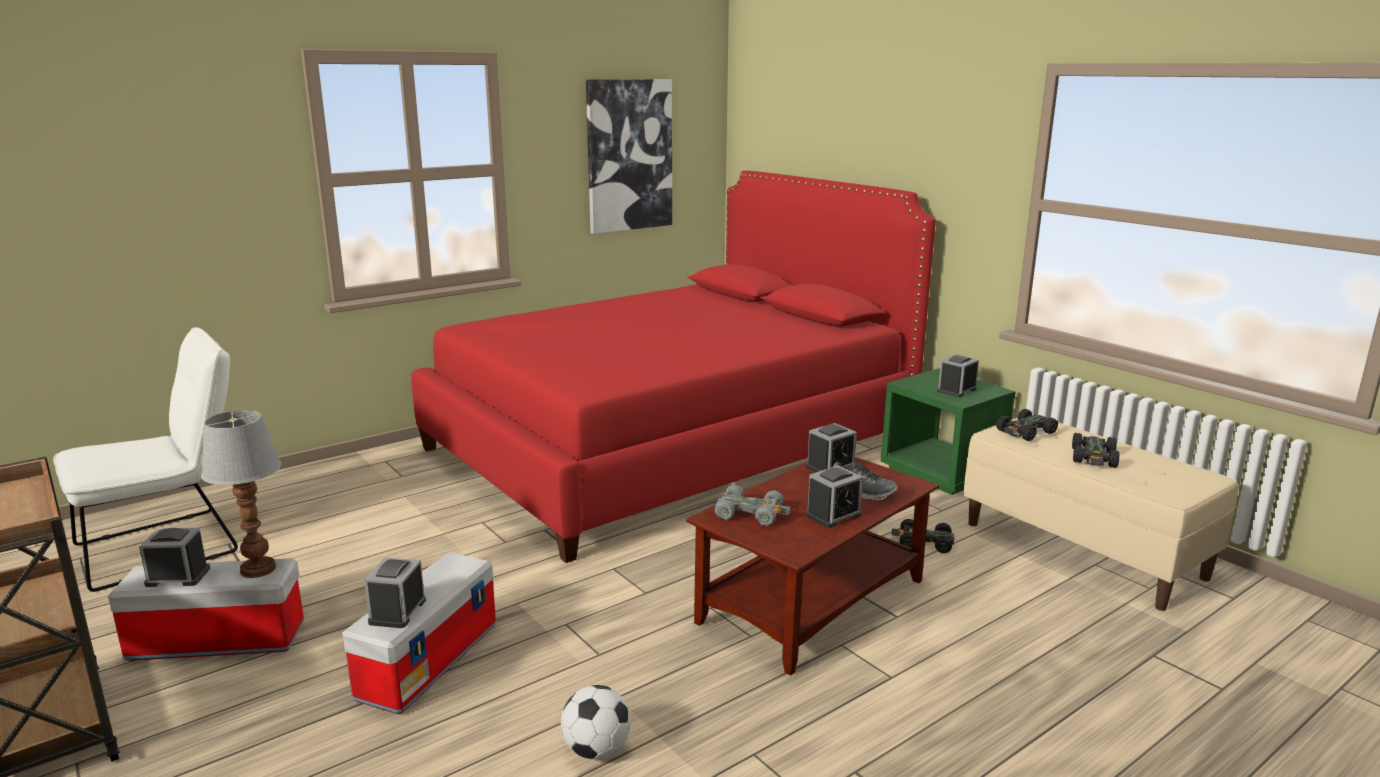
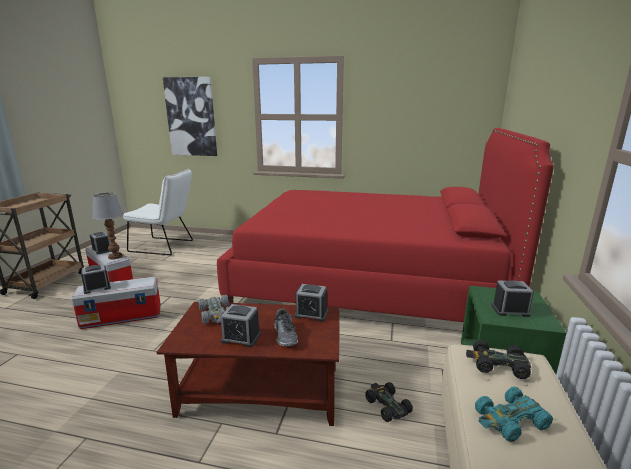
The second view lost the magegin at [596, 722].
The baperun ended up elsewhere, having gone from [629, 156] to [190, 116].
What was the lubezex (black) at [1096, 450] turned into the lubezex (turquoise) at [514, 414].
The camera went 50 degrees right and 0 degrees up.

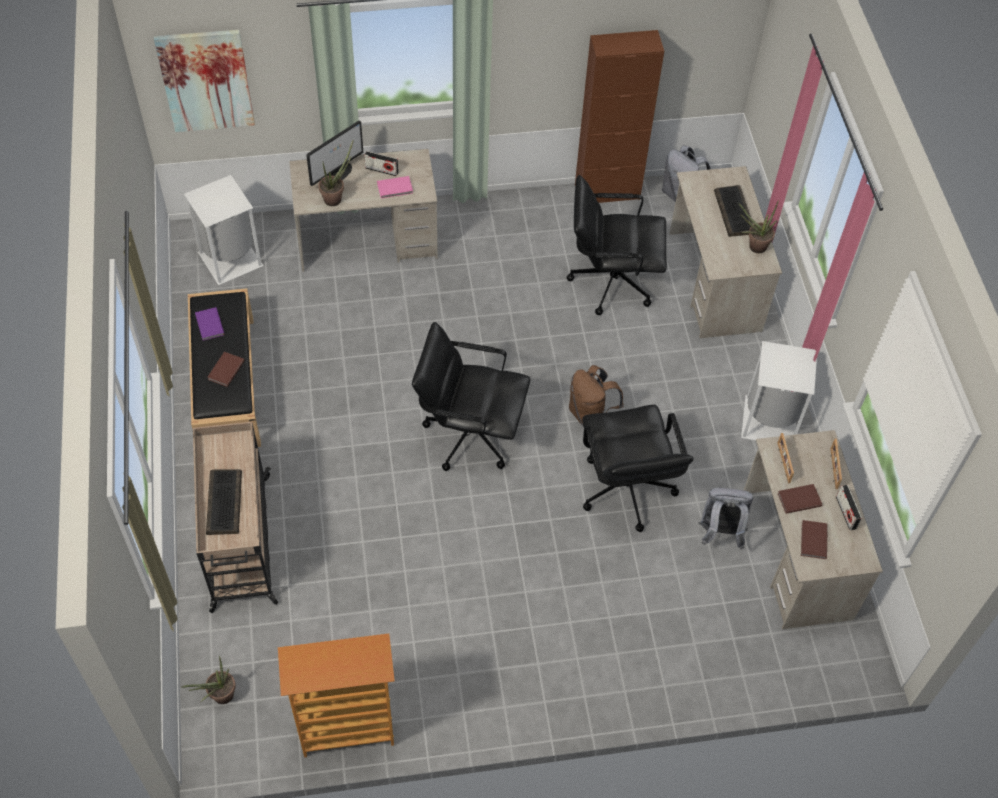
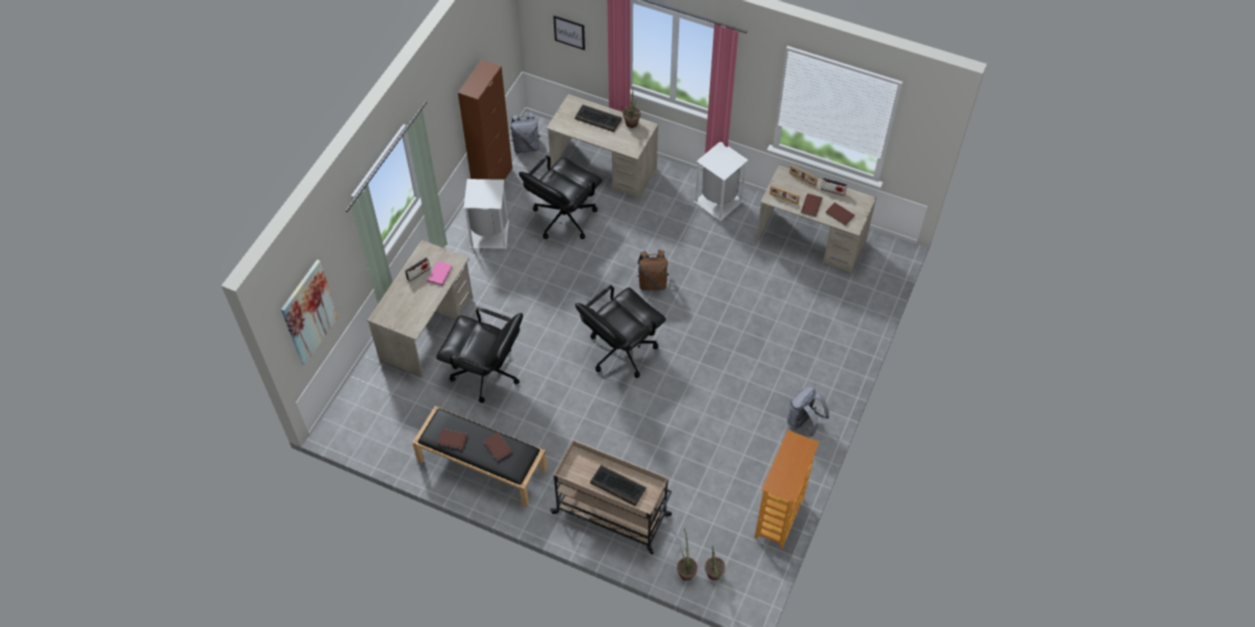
The second view lost the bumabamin at [334, 153].
The second view gained the baperun at [569, 33].
The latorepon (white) ended up elsewhere, having gone from [223, 230] to [486, 214].
The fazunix ended up elsewhere, having gone from [336, 172] to [687, 554].
The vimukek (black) ended up elsewhere, having gone from [638, 468] to [479, 355].
The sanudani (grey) ended up elsewhere, having gone from [725, 519] to [808, 411].
What was the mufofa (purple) at [210, 324] turned into the mufofa (brown) at [452, 439].
The camera went 55 degrees left and 0 degrees up.

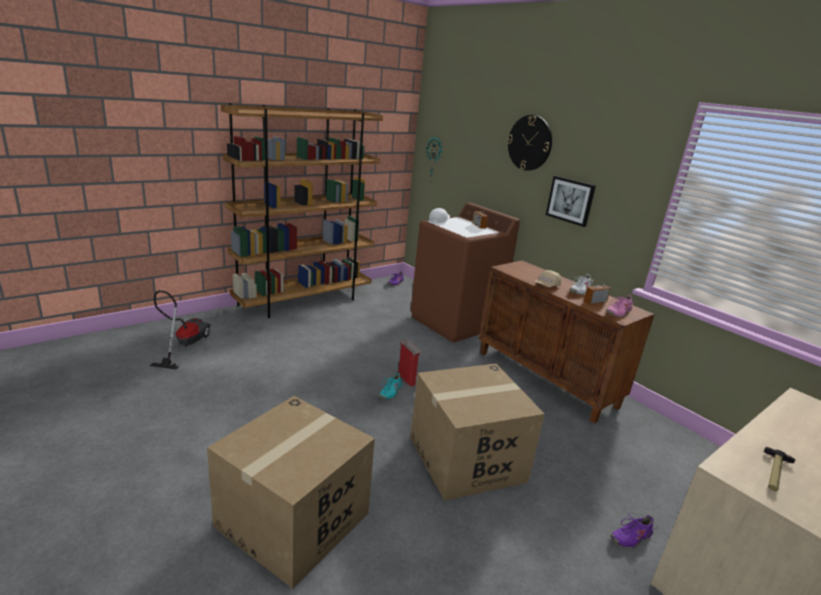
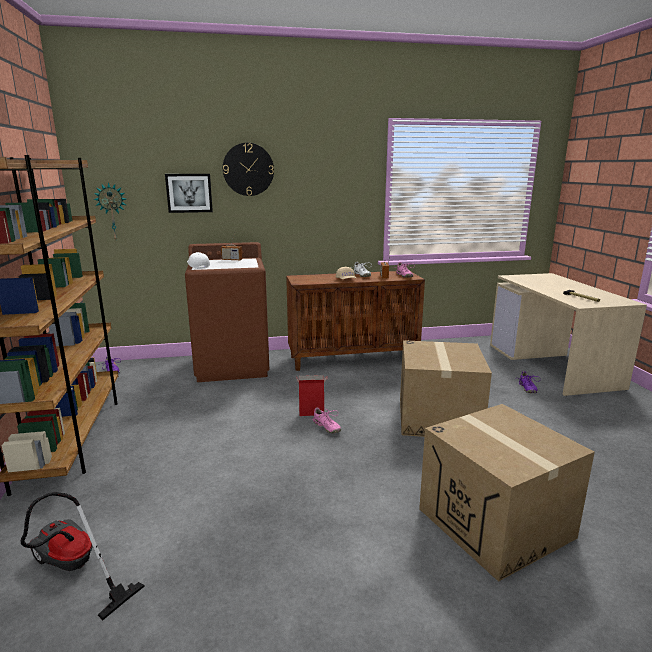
The baperun ended up elsewhere, having gone from [571, 201] to [189, 193].
What was the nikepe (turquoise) at [390, 386] turned into the nikepe (pink) at [326, 420].
The camera went 60 degrees left and 5 degrees down.

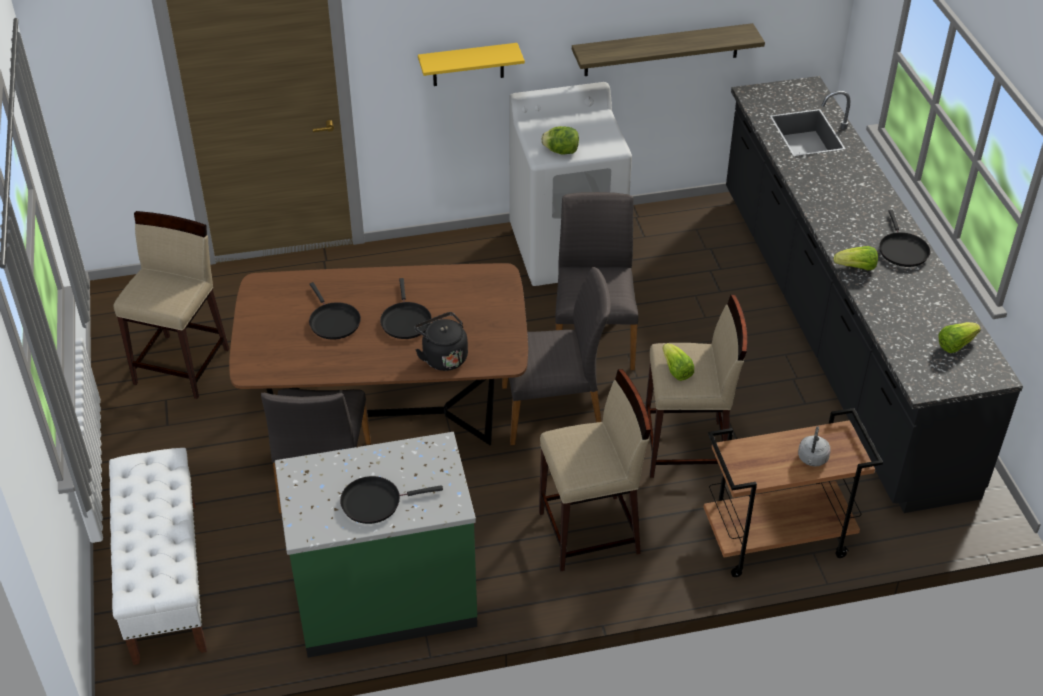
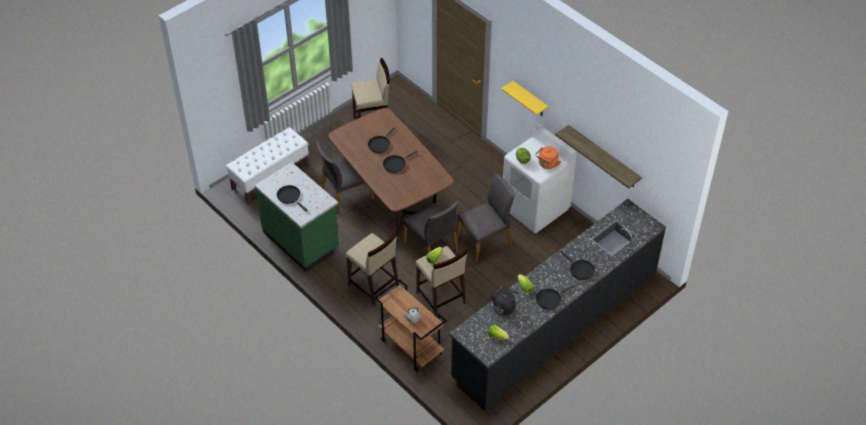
The second view gained the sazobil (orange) at [548, 157].
The second view gained the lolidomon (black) at [577, 265].
The sazobil (black) ended up elsewhere, having gone from [441, 341] to [504, 300].
The camera went 60 degrees right and 5 degrees up.

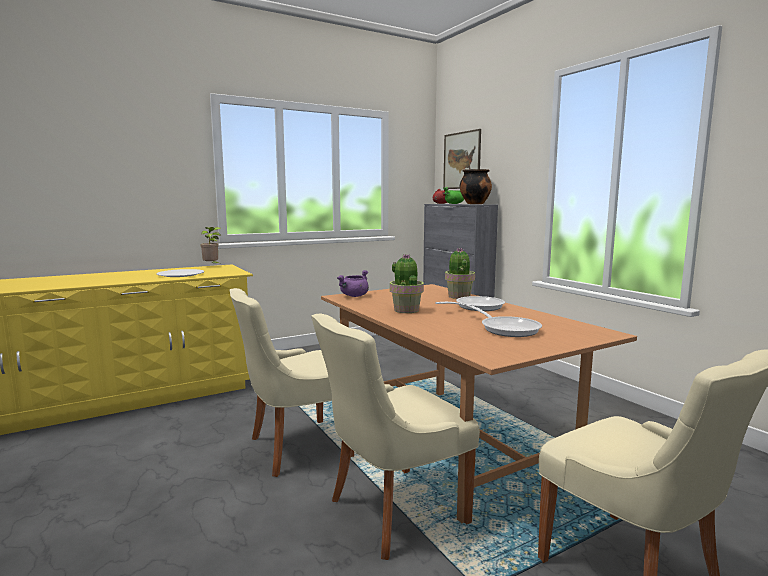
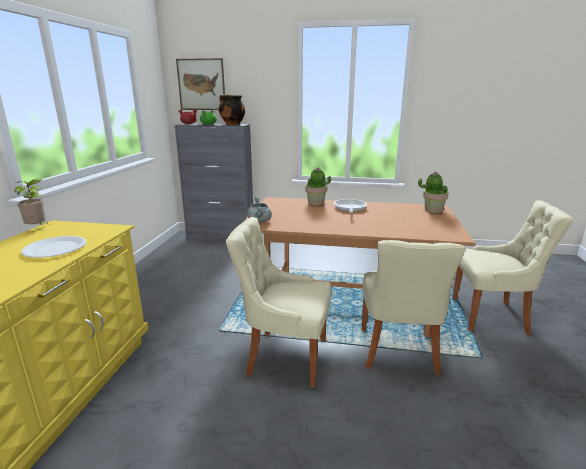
The second view lost the lolidomon at [504, 320].
The fazunix ended up elsewhere, having gone from [407, 284] to [433, 192].
What was the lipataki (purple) at [353, 283] turned into the lipataki (grey) at [259, 210].
The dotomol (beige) at [291, 382] ended up facing another way, 90 degrees clockwise from before.
The camera went 50 degrees left and 10 degrees up.

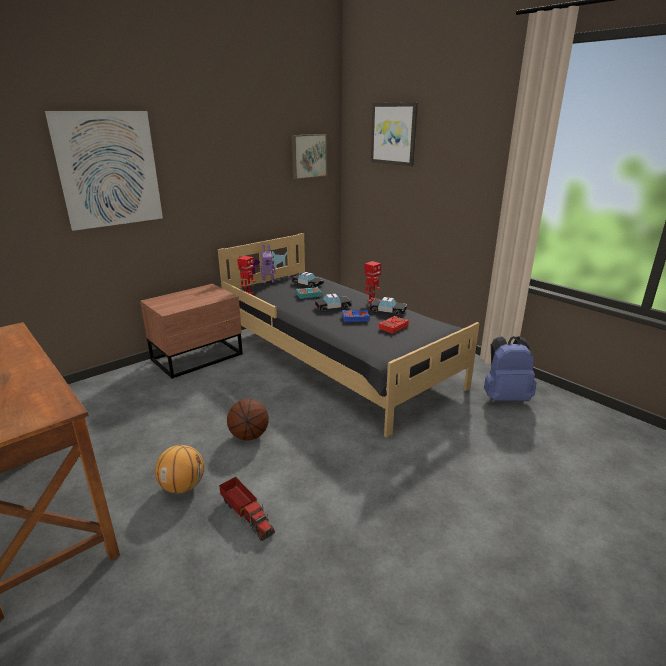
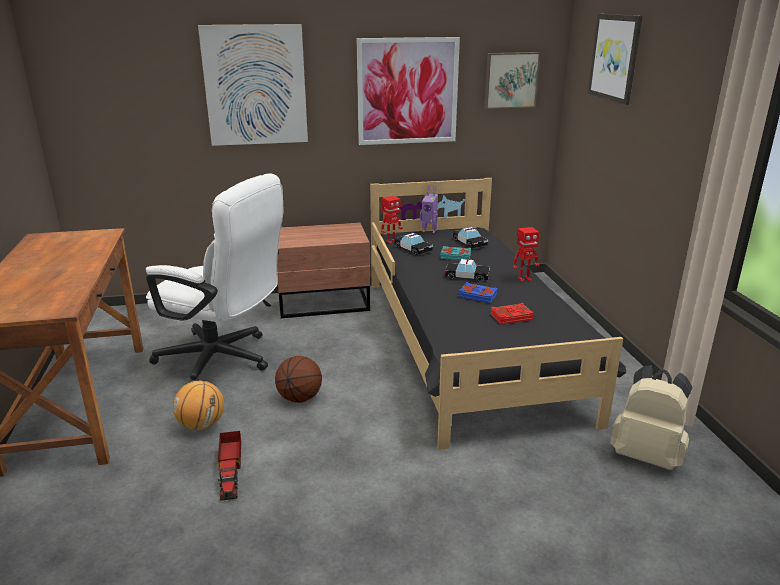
The second view gained the vimukek (white) at [214, 278].
The second view gained the baperun at [408, 91].
The lubezex ended up elsewhere, having gone from [388, 306] to [413, 244].
What was the sanudani (blue) at [510, 368] turned into the sanudani (beige) at [651, 417].
The camera went 30 degrees right and 0 degrees up.

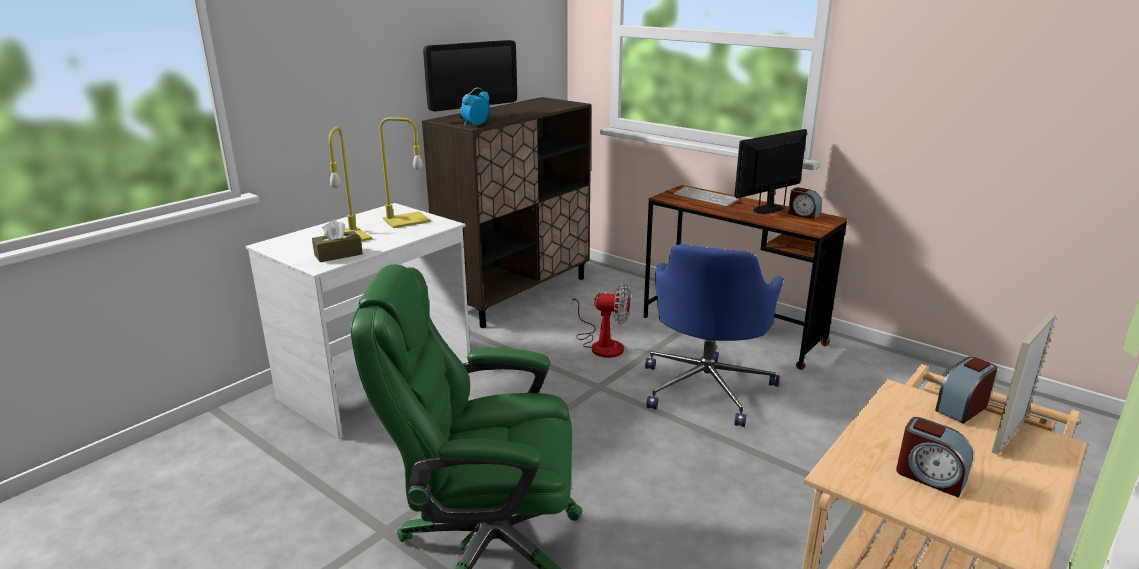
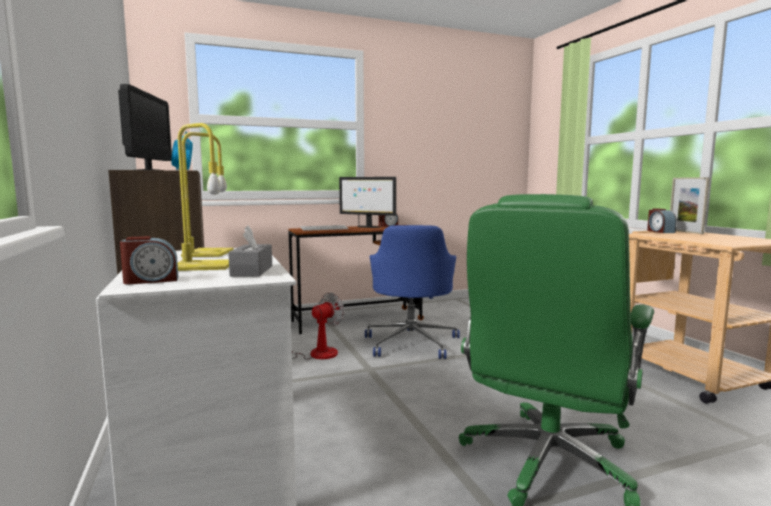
The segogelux ended up elsewhere, having gone from [934, 457] to [149, 260].
What was the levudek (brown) at [337, 241] turned into the levudek (grey) at [250, 251].
The vimukek (blue) at [714, 335] ended up facing another way, 45 degrees clockwise from before.
The bumabamin at [770, 171] ended up facing another way, 60 degrees counterclockwise from before.
The camera went 60 degrees left and 15 degrees down.

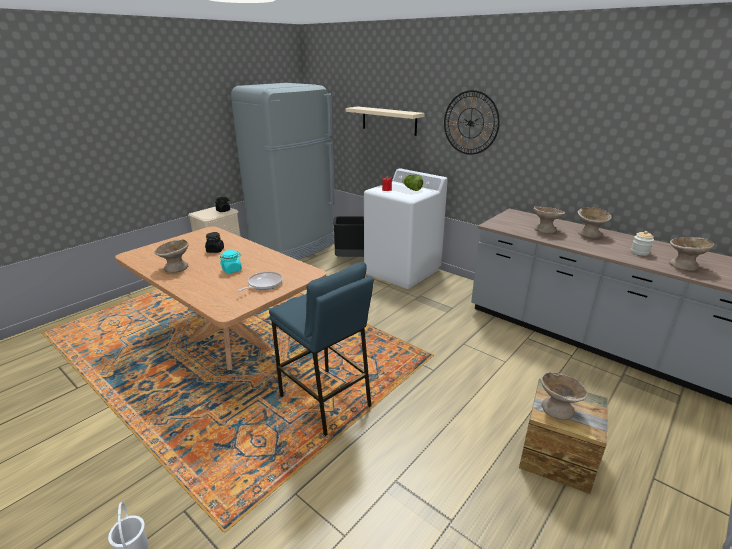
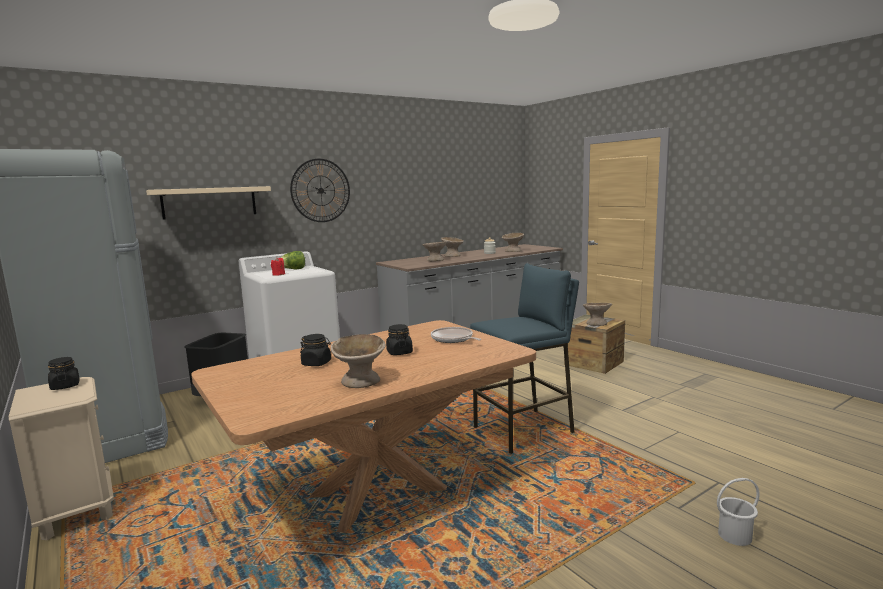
What was the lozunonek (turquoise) at [231, 261] turned into the lozunonek (black) at [399, 339].
The camera went 75 degrees left and 15 degrees down.

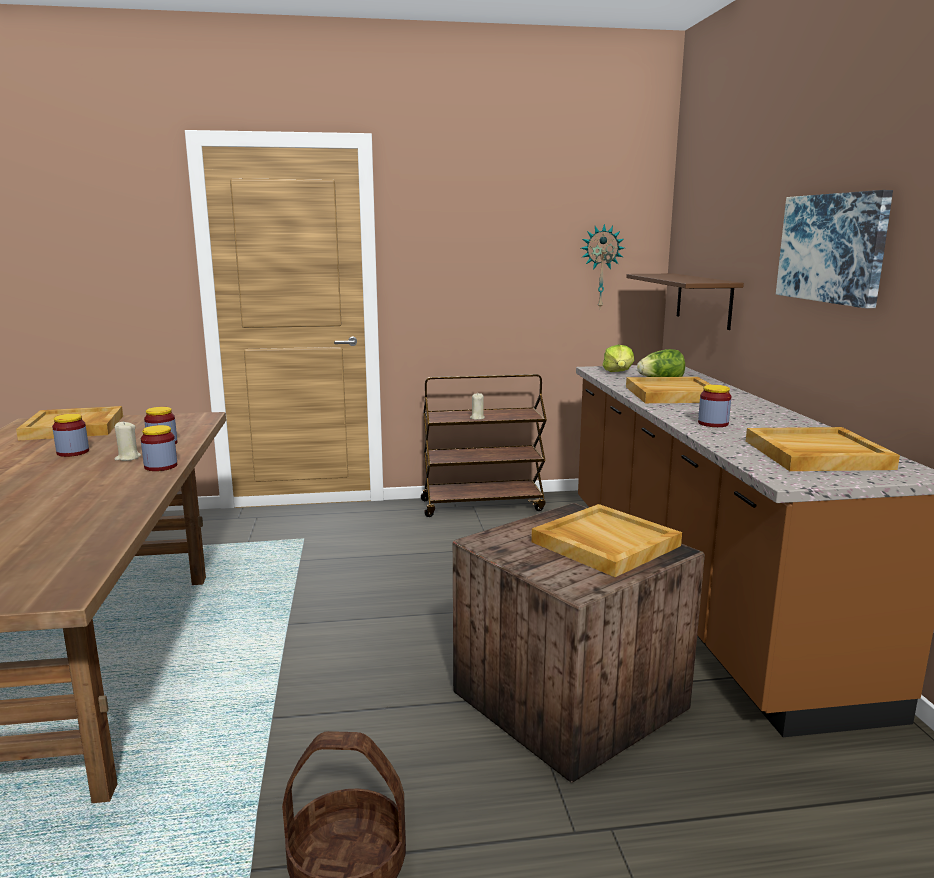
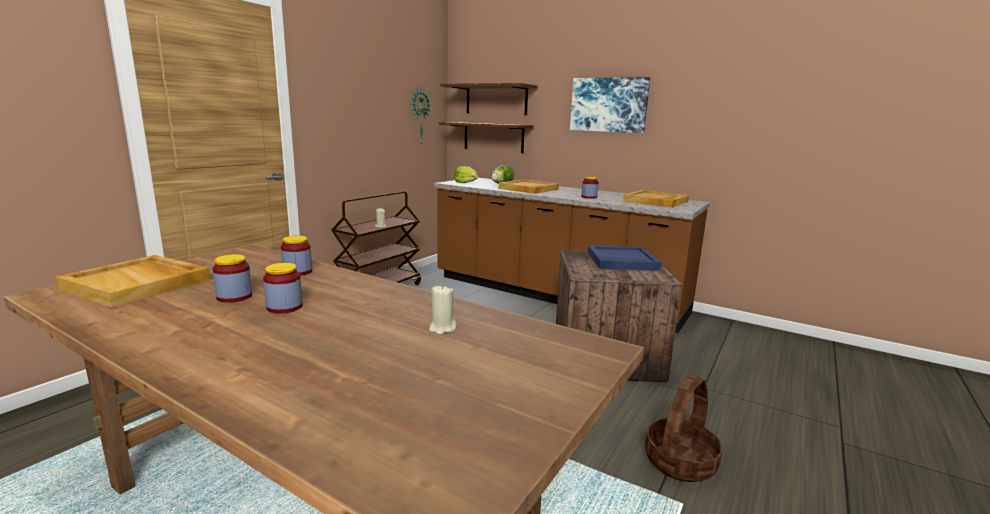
The second view gained the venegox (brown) at [488, 99].
The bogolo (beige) ended up elsewhere, having gone from [127, 441] to [443, 310].
The lozunonek ended up elsewhere, having gone from [159, 448] to [283, 288].
What was the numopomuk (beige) at [606, 540] turned into the numopomuk (blue) at [624, 258].
The camera went 50 degrees left and 0 degrees up.

